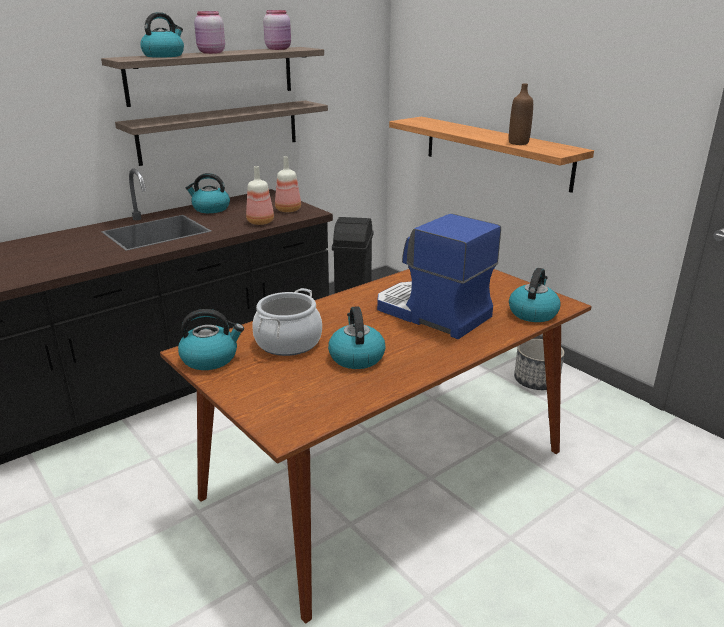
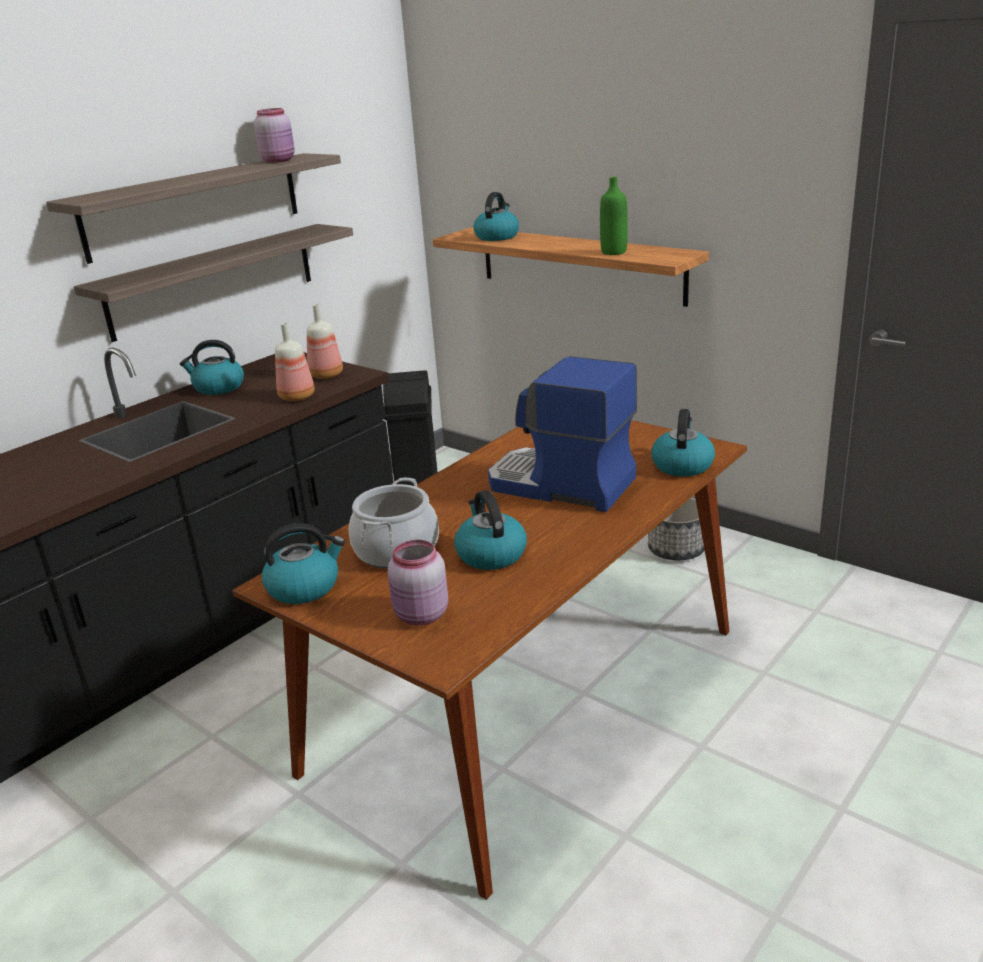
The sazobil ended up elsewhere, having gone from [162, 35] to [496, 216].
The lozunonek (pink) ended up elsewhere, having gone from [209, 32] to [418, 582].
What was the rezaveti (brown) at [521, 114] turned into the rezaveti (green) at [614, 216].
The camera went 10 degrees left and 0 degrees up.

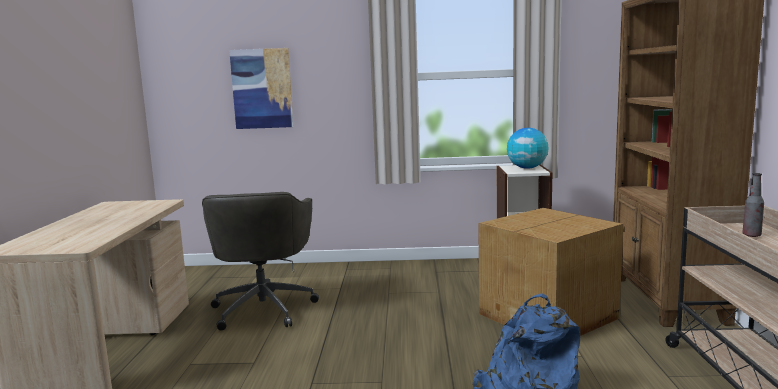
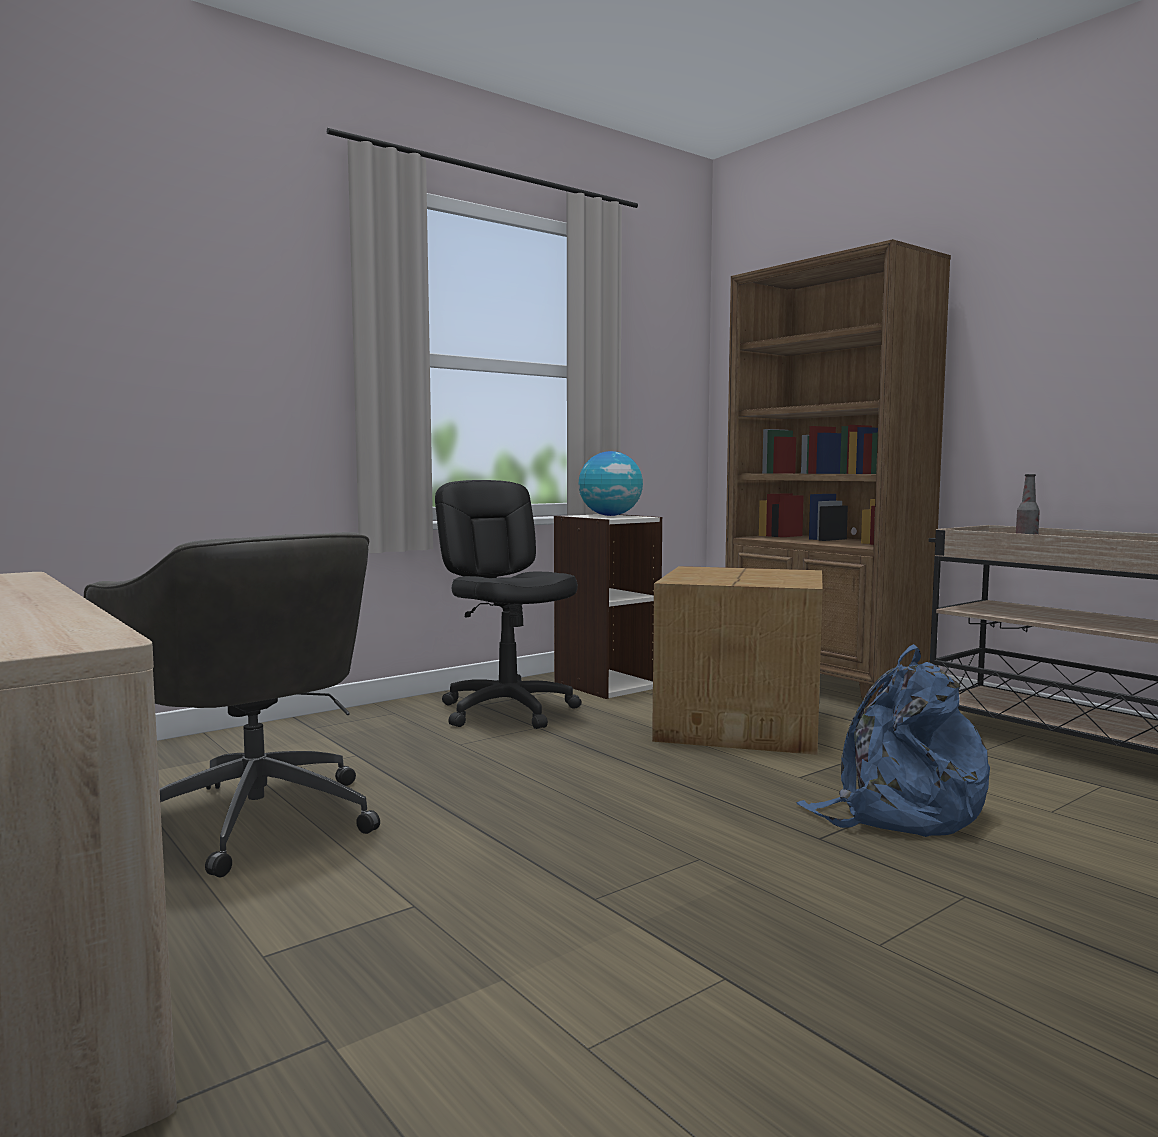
The second view lost the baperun at [261, 88].
The second view gained the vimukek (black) at [508, 604].
The camera went 40 degrees left and 5 degrees down.

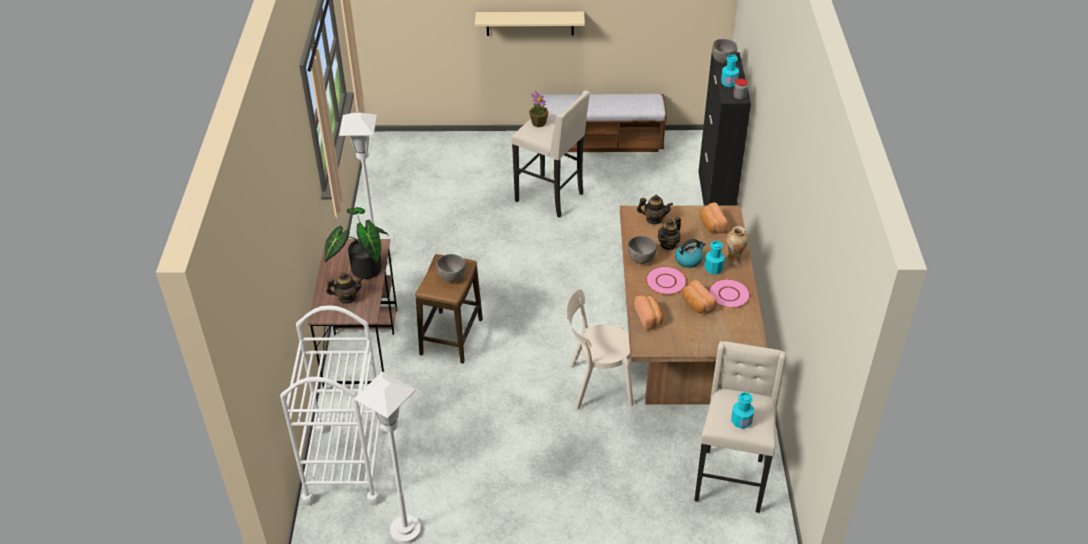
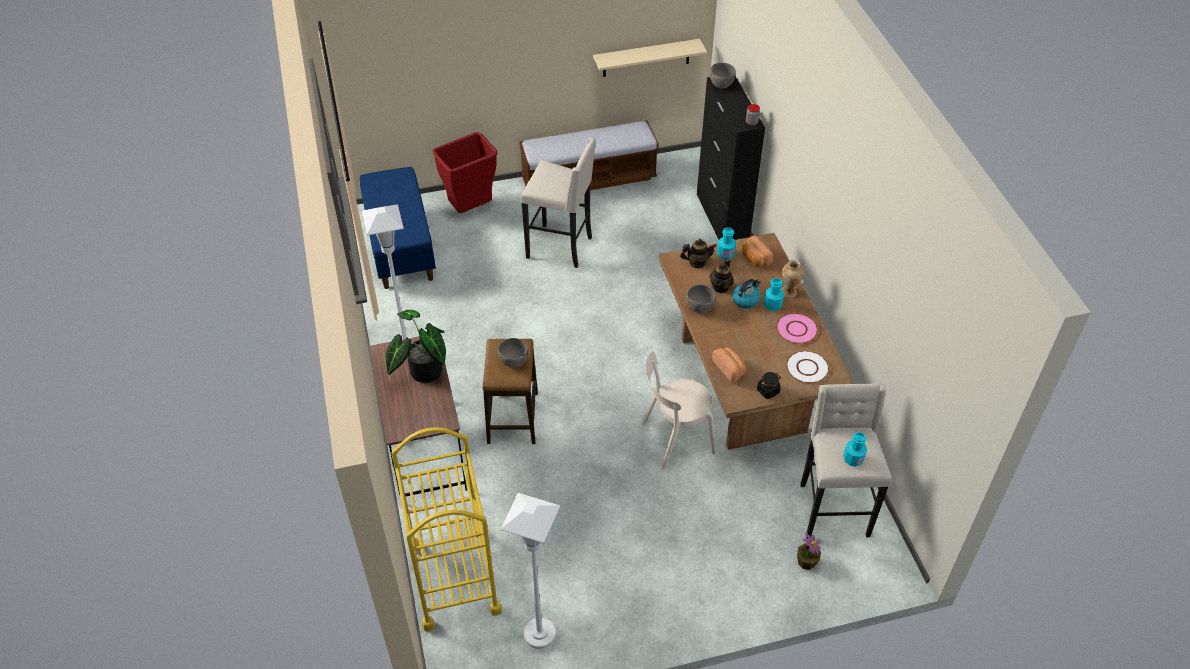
The second view lost the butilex at [344, 288].
The second view lost the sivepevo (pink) at [666, 280].
The second view lost the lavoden at [699, 297].
The second view gained the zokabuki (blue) at [398, 228].
The second view gained the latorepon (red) at [464, 172].
The second view gained the lozunonek (black) at [769, 385].
The second view gained the sivepevo (white) at [807, 367].
The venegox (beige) ended up elsewhere, having gone from [530, 24] to [650, 58].
The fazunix ended up elsewhere, having gone from [539, 109] to [809, 551].
The rezaveti (turquoise) ended up elsewhere, having gone from [730, 70] to [726, 243].
What was the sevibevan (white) at [333, 405] turned into the sevibevan (yellow) at [446, 529].
The camera went 15 degrees left and 5 degrees up.

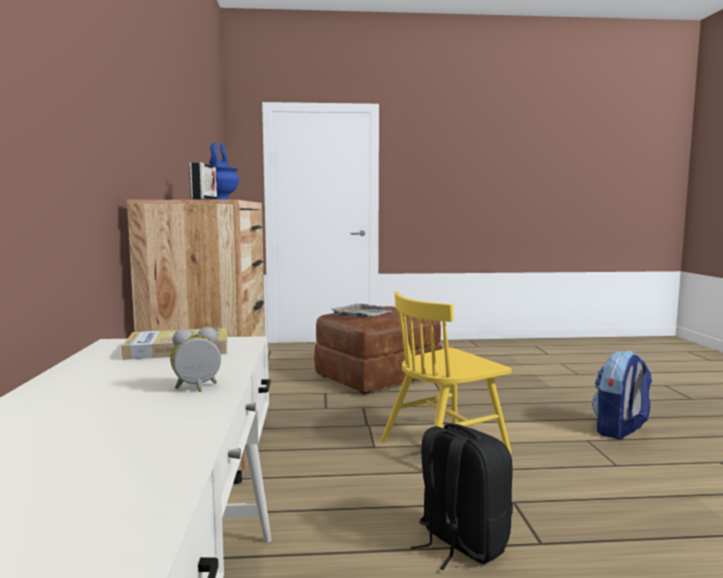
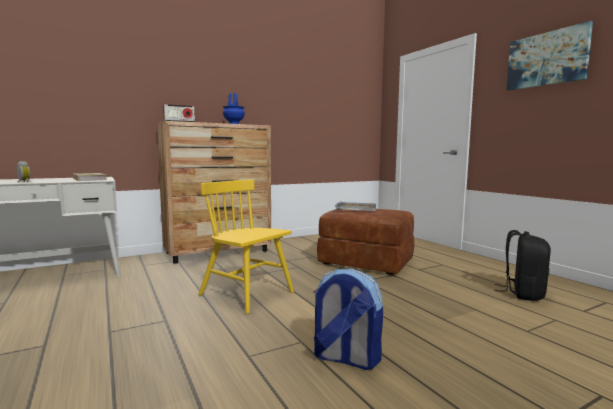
The second view gained the baperun at [549, 56].
The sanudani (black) ended up elsewhere, having gone from [461, 497] to [523, 265].
The camera went 65 degrees right and 0 degrees up.

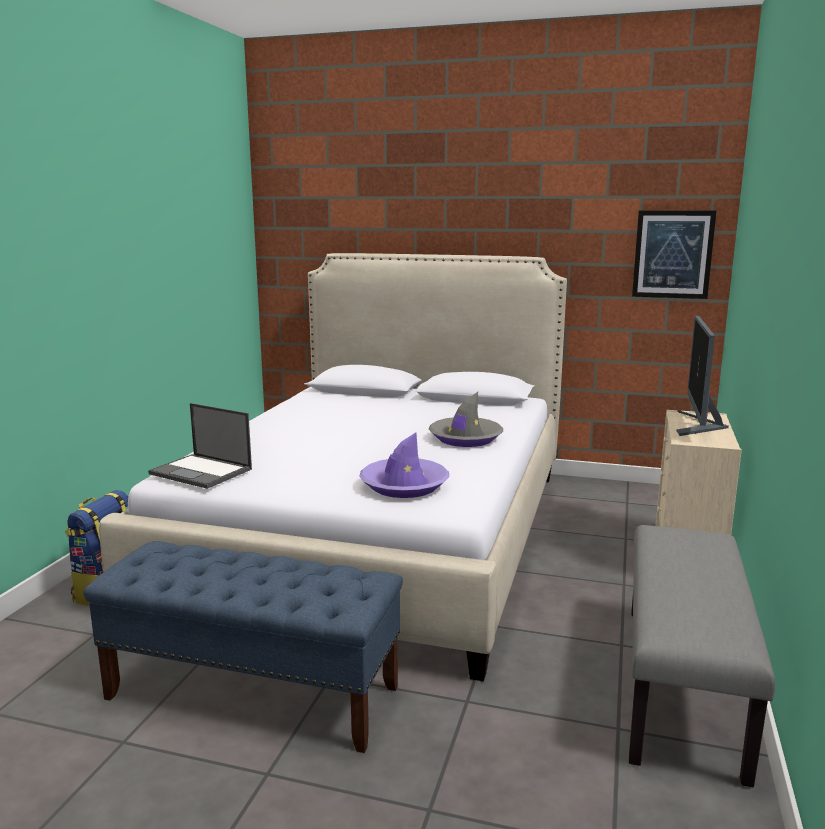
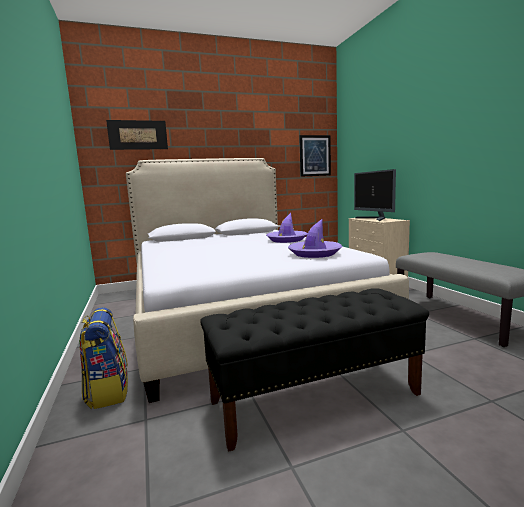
The second view lost the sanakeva at [200, 446].
The second view gained the baperun at [137, 135].
What was the zokabuki (blue) at [243, 647] turned into the zokabuki (black) at [314, 370].
What was the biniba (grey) at [466, 419] turned into the biniba (purple) at [287, 228].
The camera went 35 degrees left and 5 degrees down.

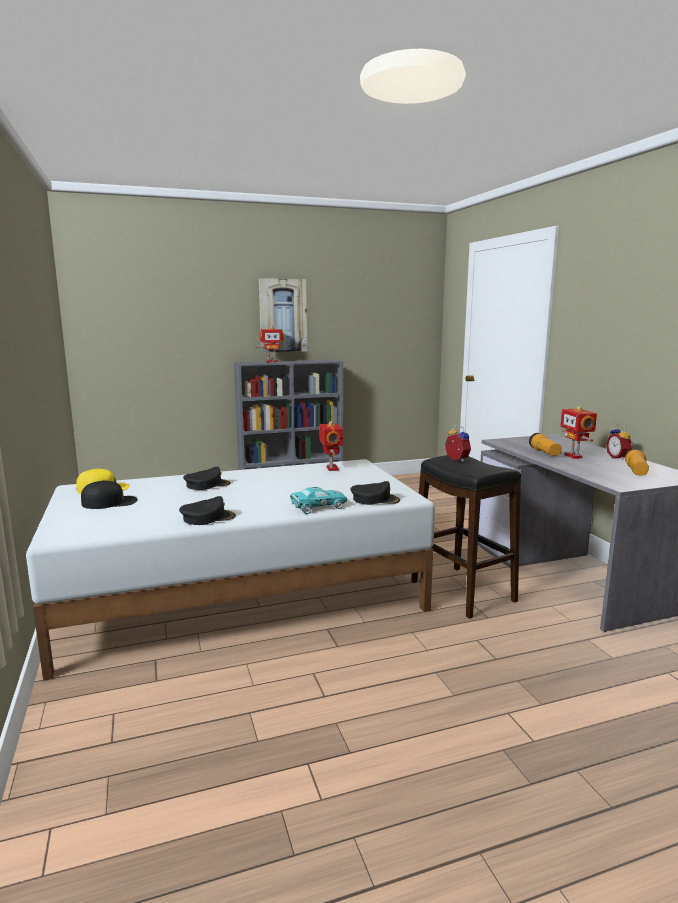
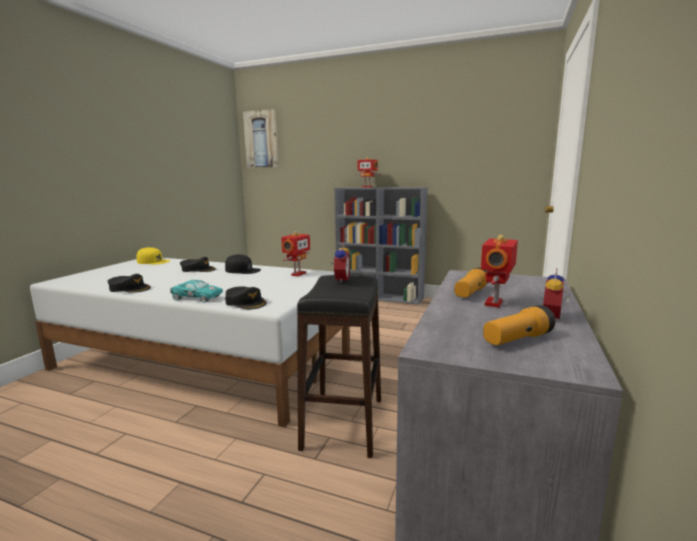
The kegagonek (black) ended up elsewhere, having gone from [109, 495] to [243, 264].
The baperun ended up elsewhere, having gone from [283, 315] to [261, 138].
The camera went 40 degrees right and 0 degrees up.

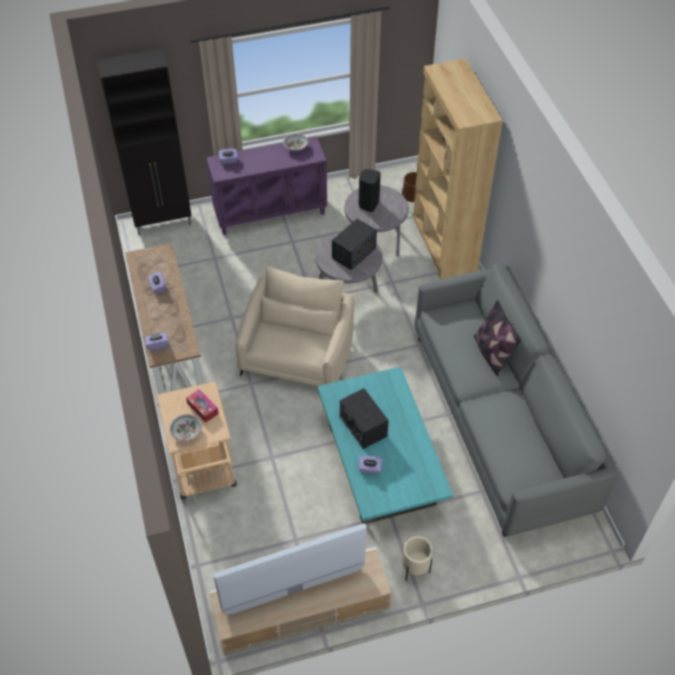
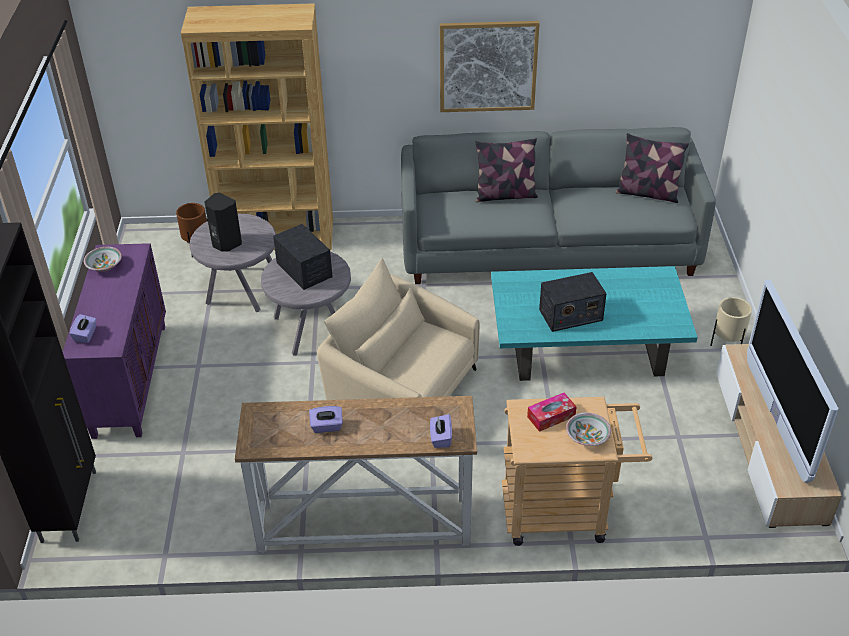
The second view lost the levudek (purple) at [370, 465].
The second view gained the baperun at [490, 66].
The second view gained the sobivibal at [652, 168].
The camera went 75 degrees left and 10 degrees down.

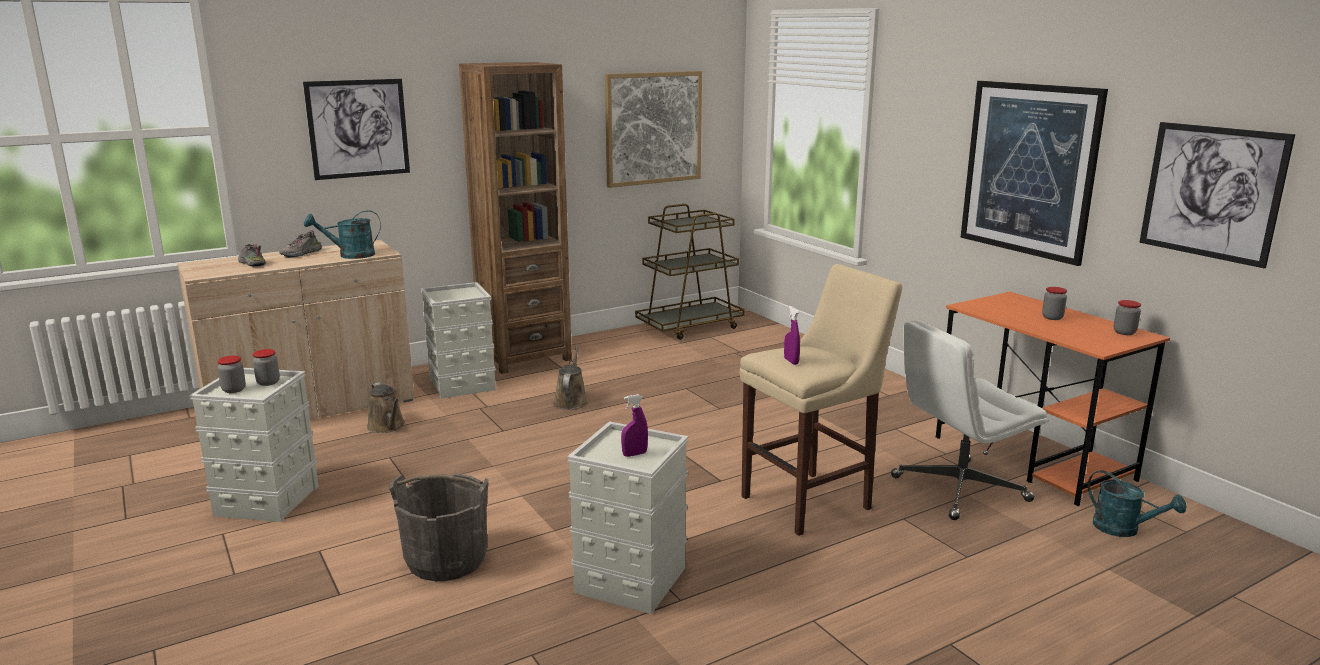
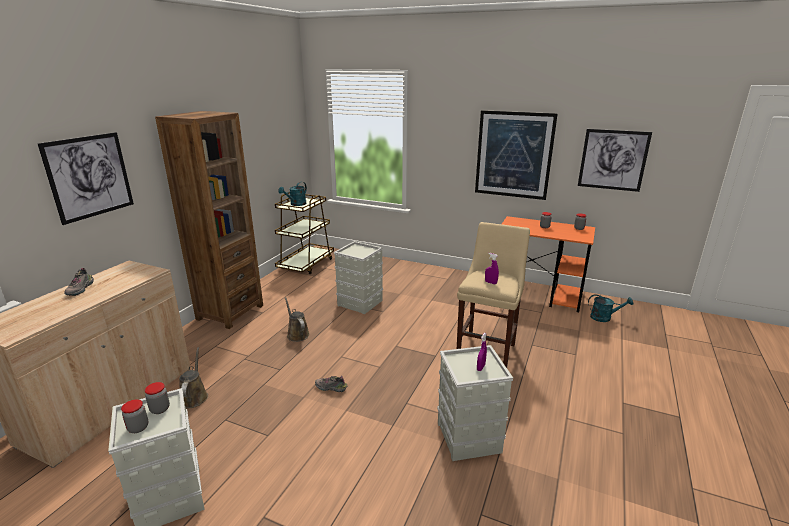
The second view lost the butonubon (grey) at [439, 527].
The second view lost the baperun at [653, 129].
The second view lost the vimukek (white) at [969, 420].
The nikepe ended up elsewhere, having gone from [252, 255] to [331, 384].
The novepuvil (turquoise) ended up elsewhere, having gone from [342, 234] to [292, 194].
The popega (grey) ended up elsewhere, having gone from [458, 340] to [358, 277].
The novepuvil (brown) at [386, 407] ended up facing another way, 120 degrees counterclockwise from before.
The camera went 35 degrees left and 5 degrees up.

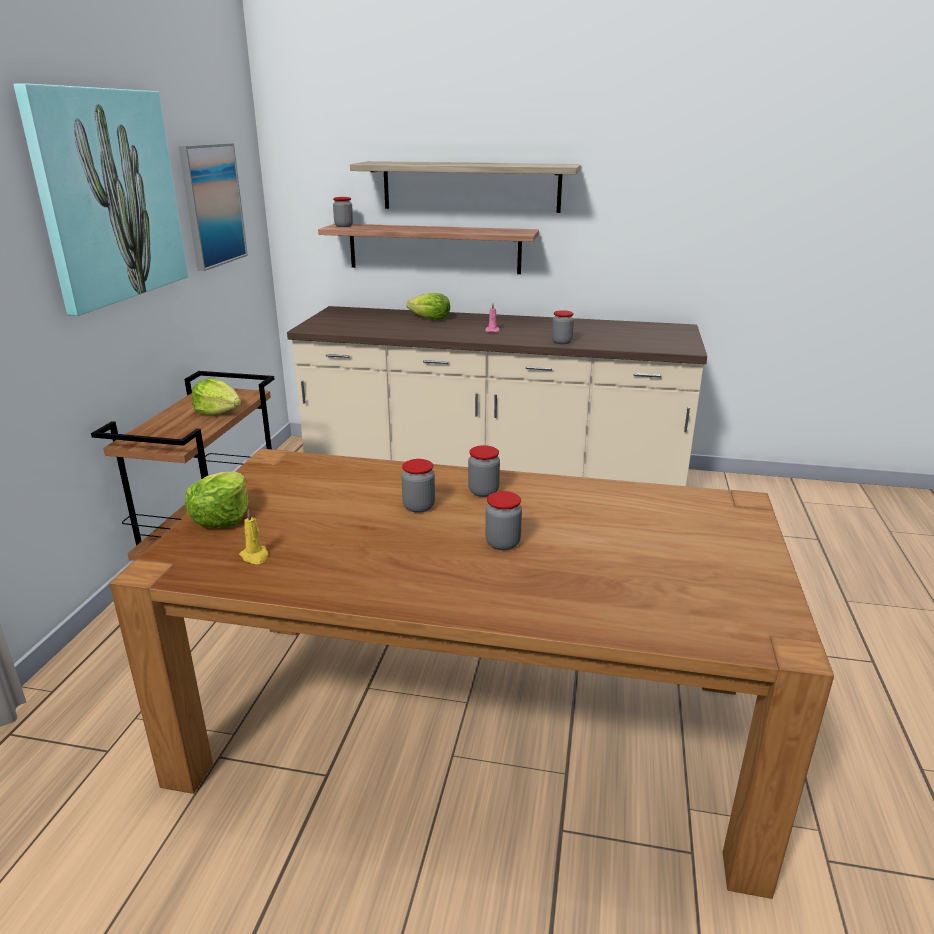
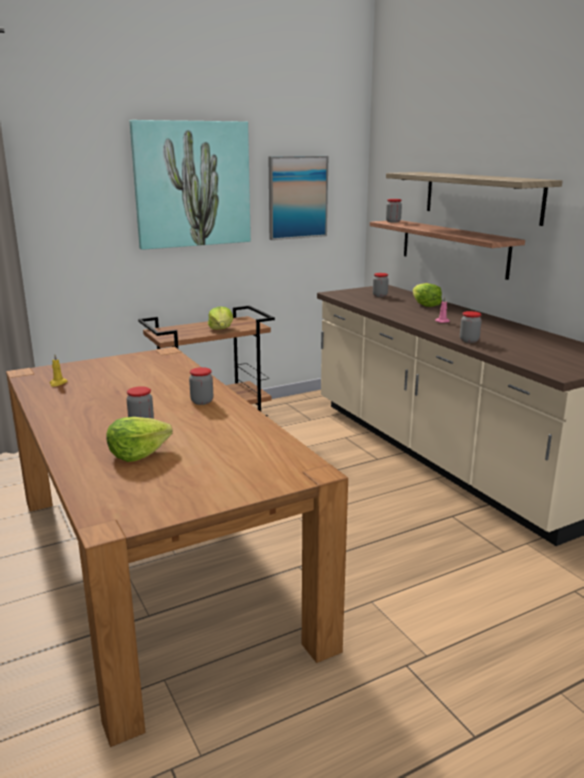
The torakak ended up elsewhere, having gone from [216, 499] to [139, 439].
The lozunonek ended up elsewhere, having gone from [418, 486] to [381, 285].
The camera went 50 degrees right and 5 degrees down.

